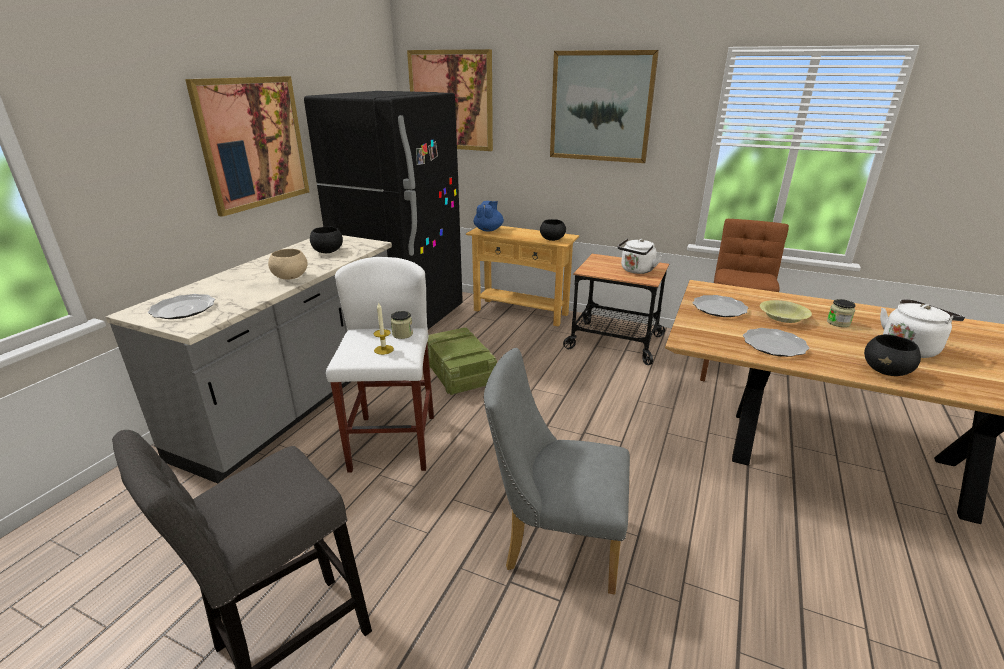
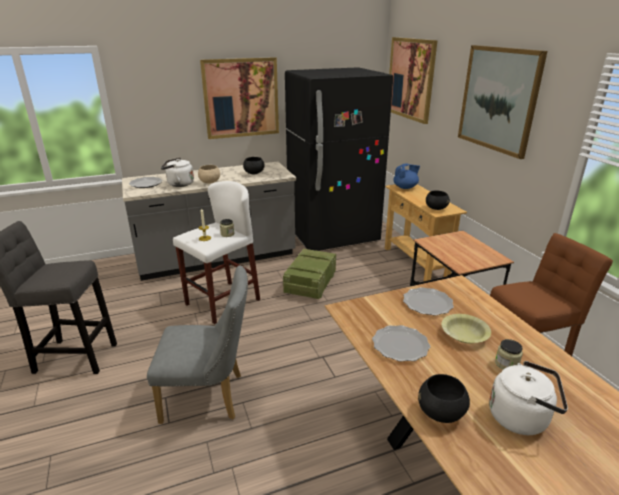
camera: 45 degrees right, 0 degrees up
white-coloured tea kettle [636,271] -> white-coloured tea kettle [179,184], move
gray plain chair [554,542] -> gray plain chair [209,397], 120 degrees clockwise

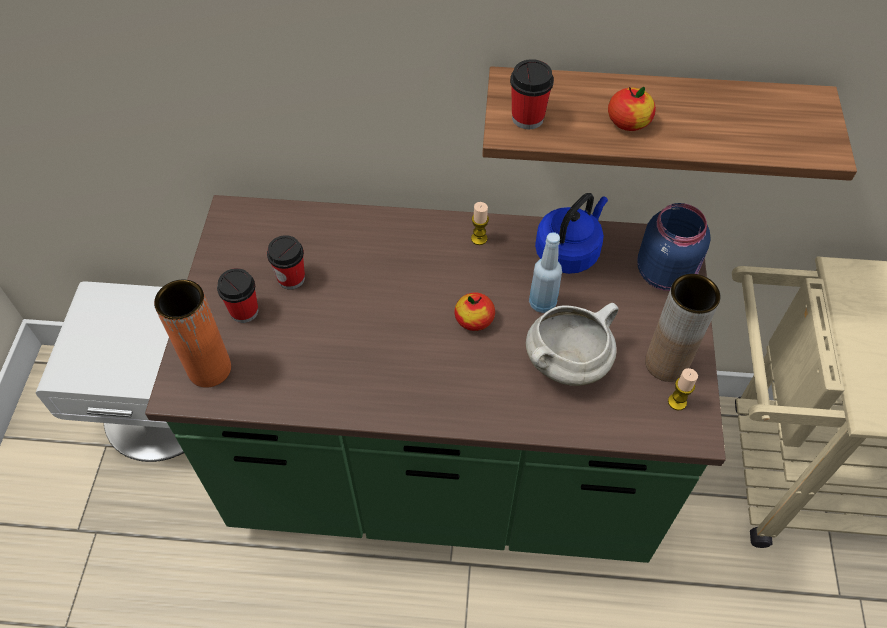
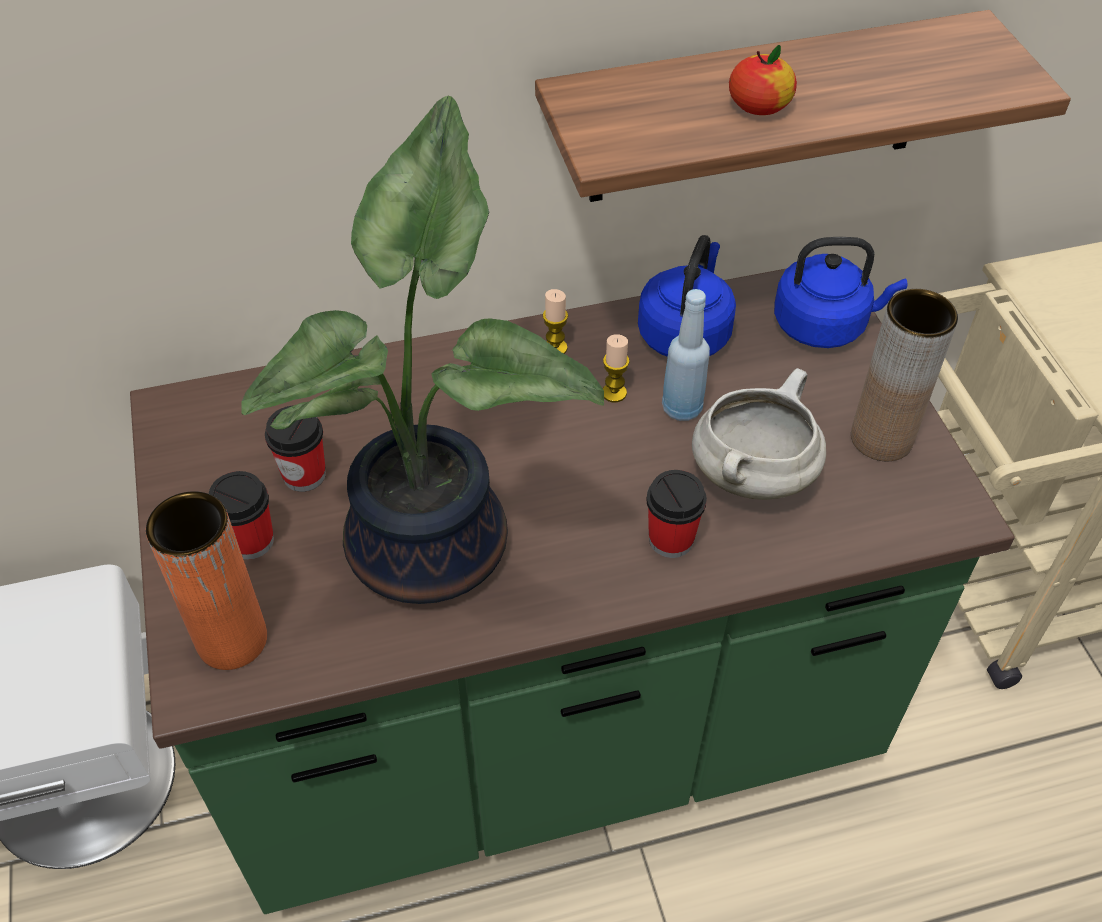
camera: 20 degrees left, 5 degrees down
apple fruit [474,320] -> none
none -> plant in a pot [437,541]
cup [527,118] -> cup [671,539], move
wax light [677,402] -> wax light [614,393], move
bluish preserve jar [666,272] -> bluish tea kettle [824,325]

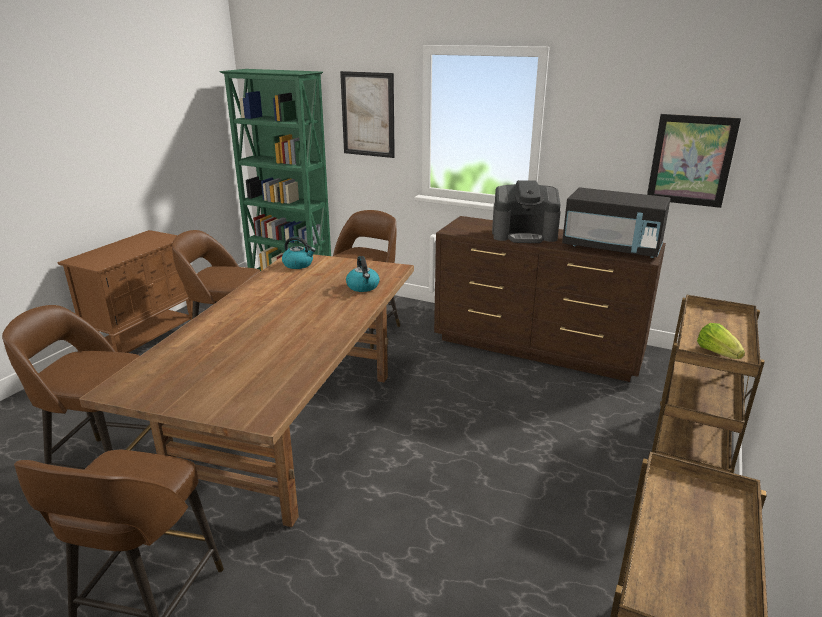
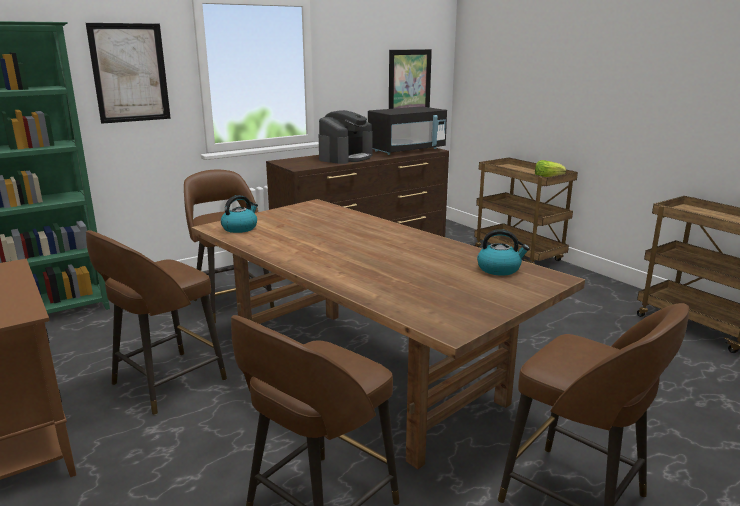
camera: 60 degrees left, 5 degrees down
tea kettle [363,287] -> tea kettle [499,269], move

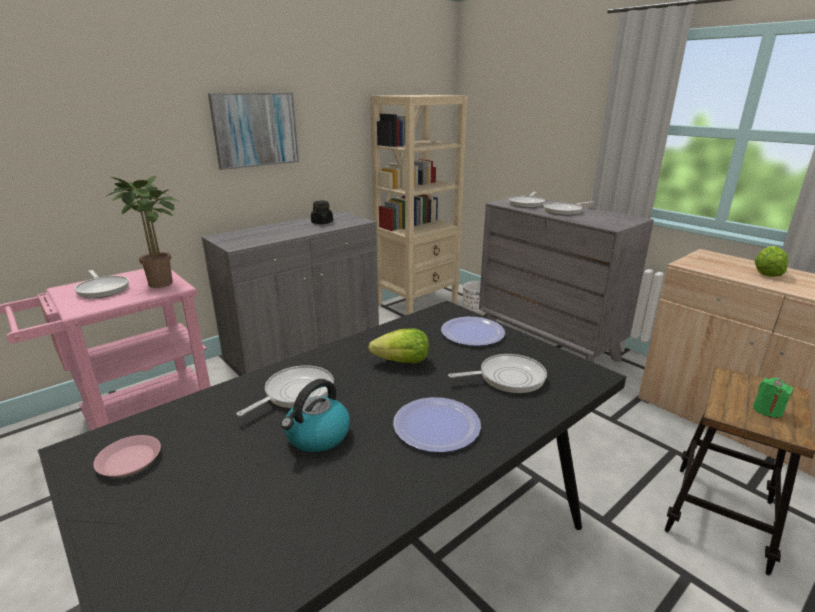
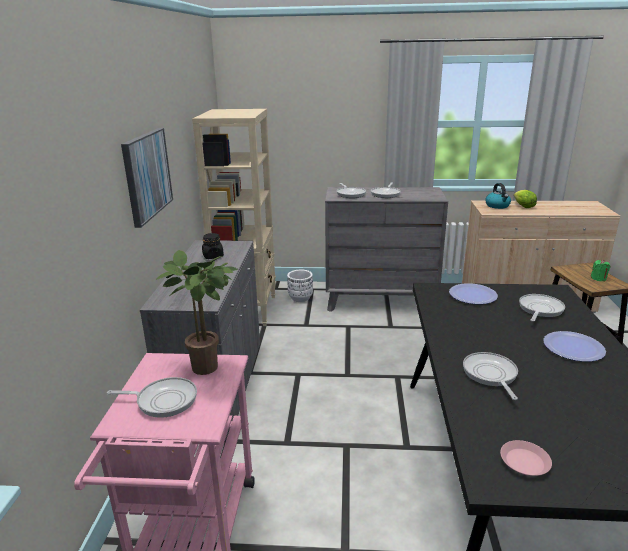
camera: 45 degrees left, 0 degrees up
lettuce [402,362] -> none
tea kettle [317,436] -> tea kettle [497,206], move

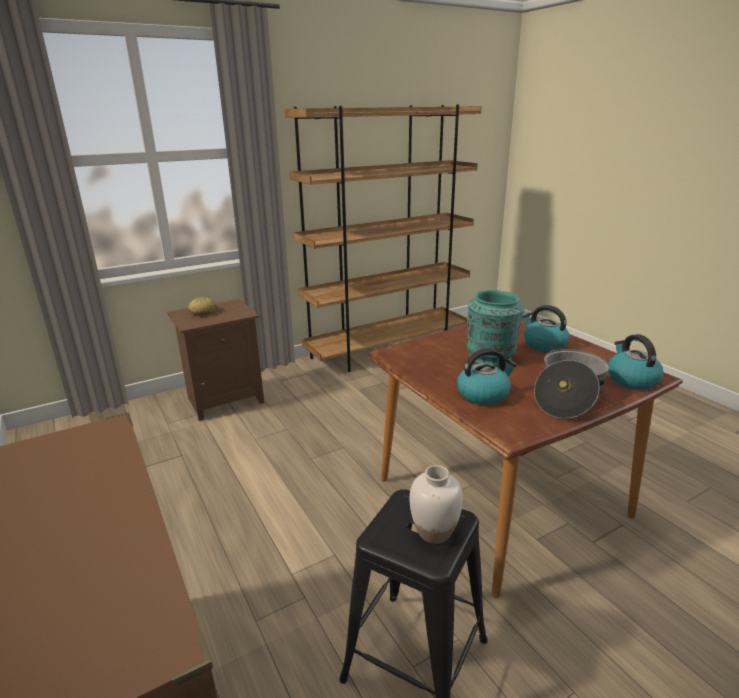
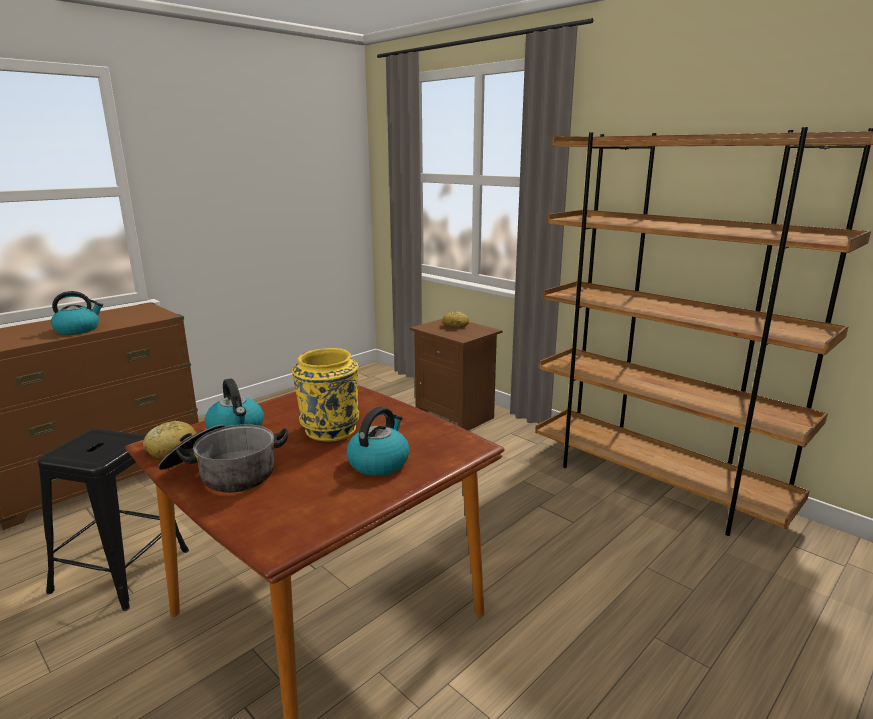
camera: 75 degrees right, 5 degrees down
white-coloured flower vase [434,532] -> none
none -> bakery bread [171,449]
tea kettle [631,379] -> tea kettle [78,329], move
blue-green flower vase [491,358] -> yellowish flower vase [330,431]

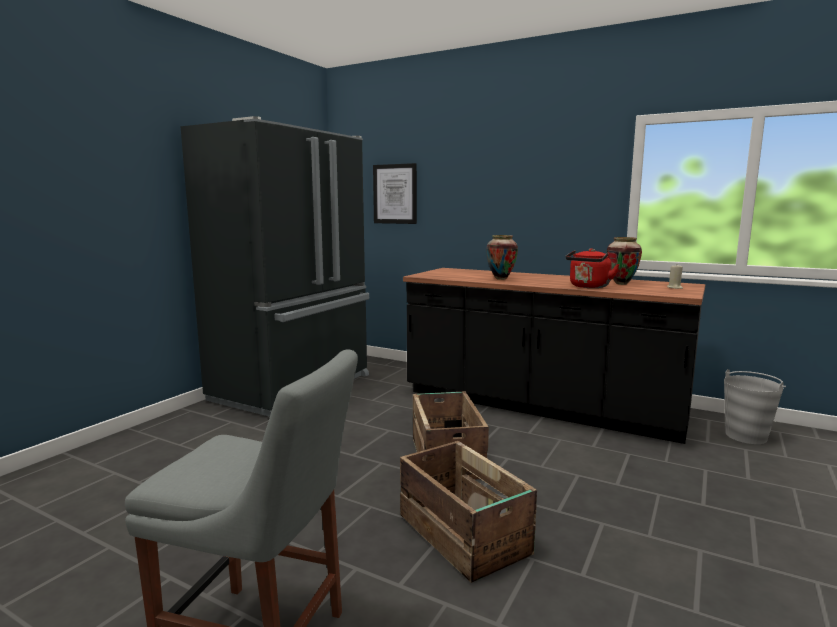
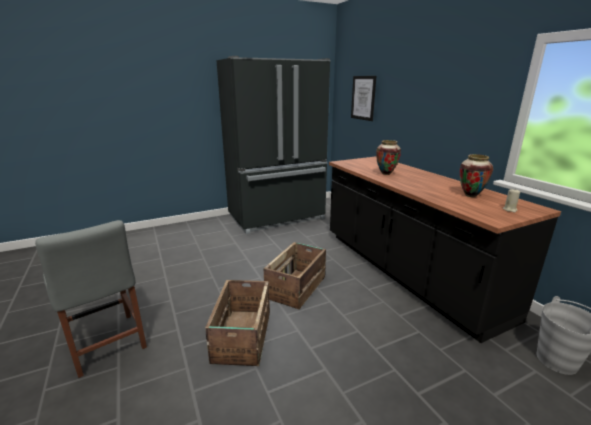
camera: 35 degrees right, 10 degrees up
red-coloured tea kettle [588,287] -> none

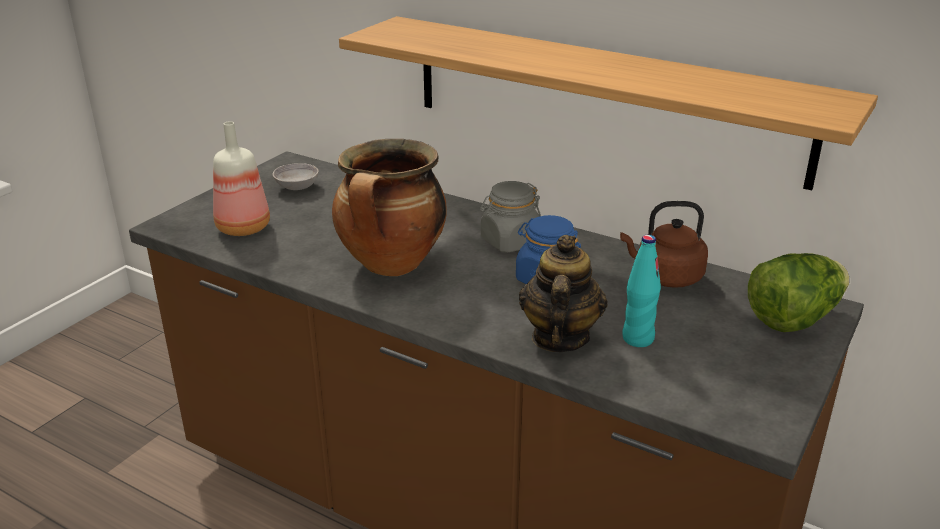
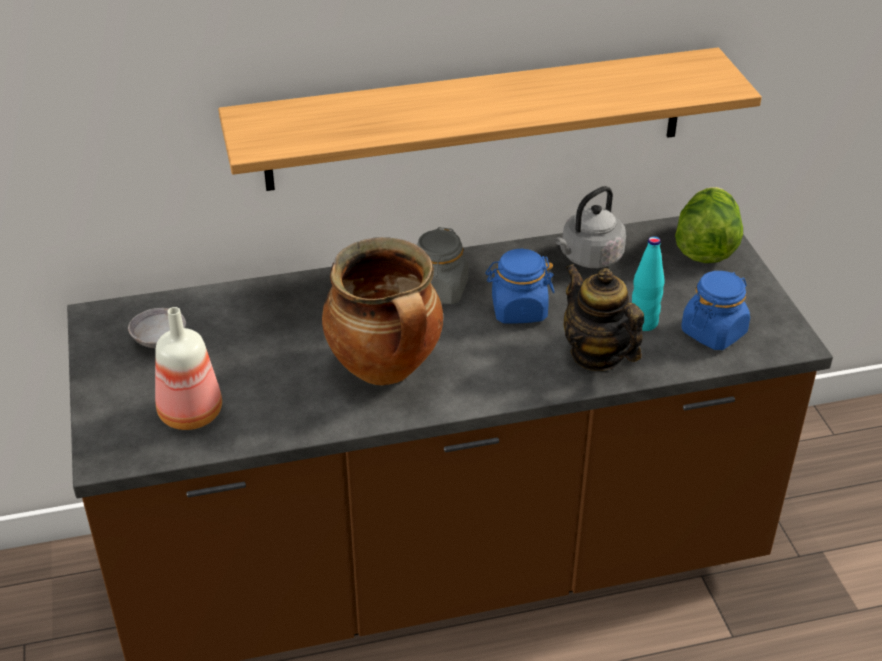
camera: 45 degrees left, 10 degrees up
none -> bluish preserve jar [713,332]
brown-coloured tea kettle [665,277] -> gray tea kettle [589,258]

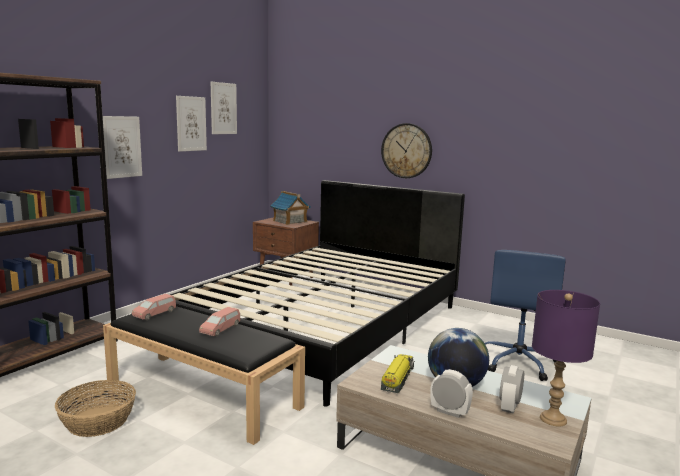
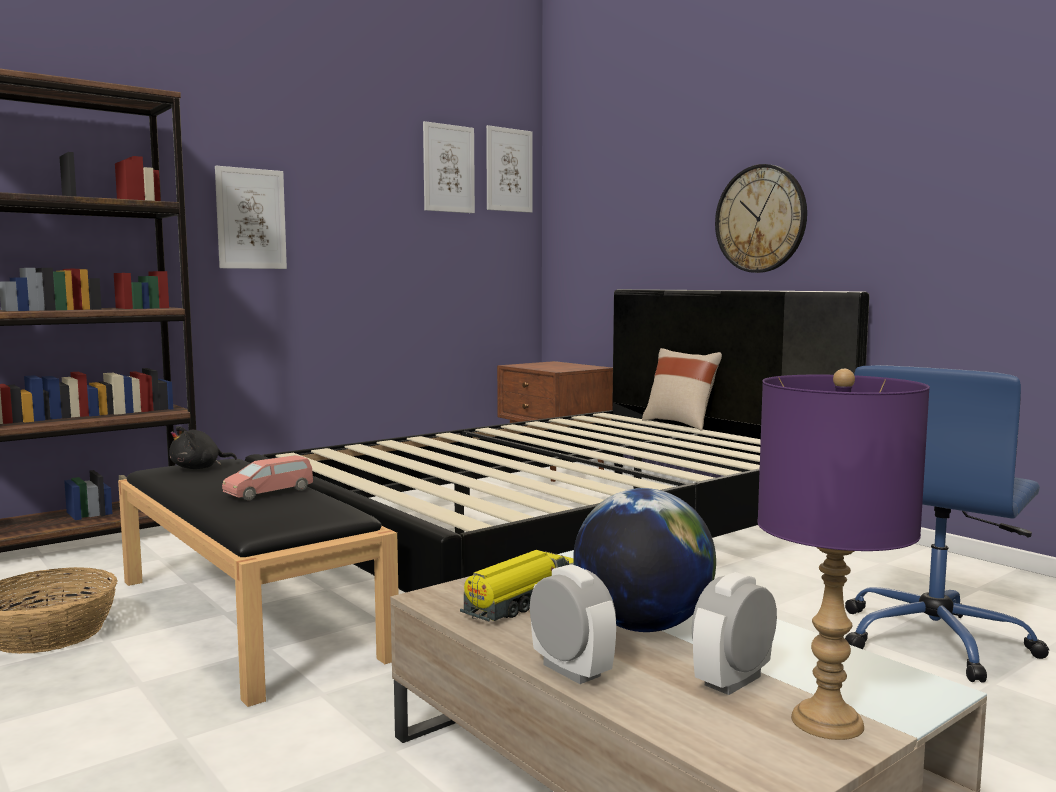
camera: 20 degrees right, 5 degrees down
toy house [290,221] -> none
none -> beige-coloured cushion [681,423]
wall picture [191,123] -> wall picture [509,170], move
pinkish model car [155,314] -> blackish plush toy [199,468]

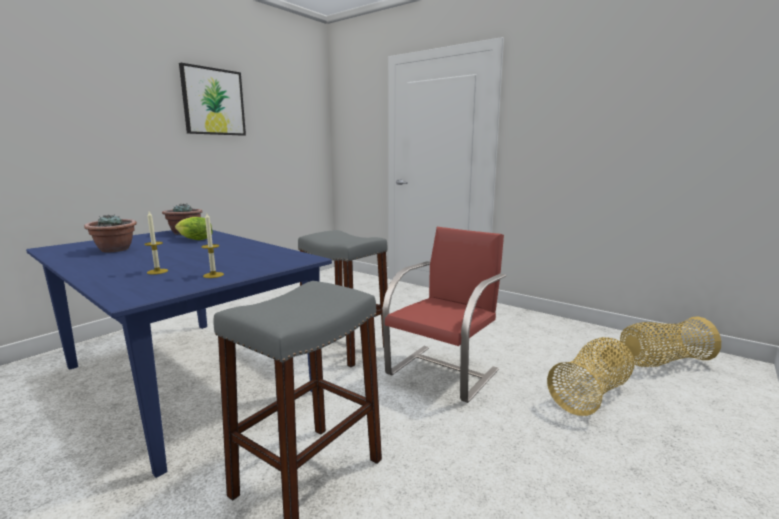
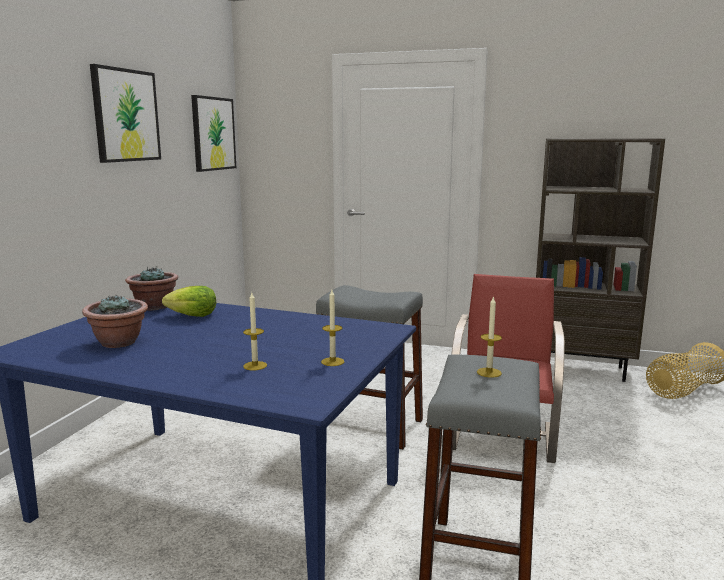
camera: 20 degrees left, 0 degrees up
basket [591,394] -> none
none -> wall picture [213,134]
none -> wax light [489,372]
none -> brown-coloured bookcase [581,369]

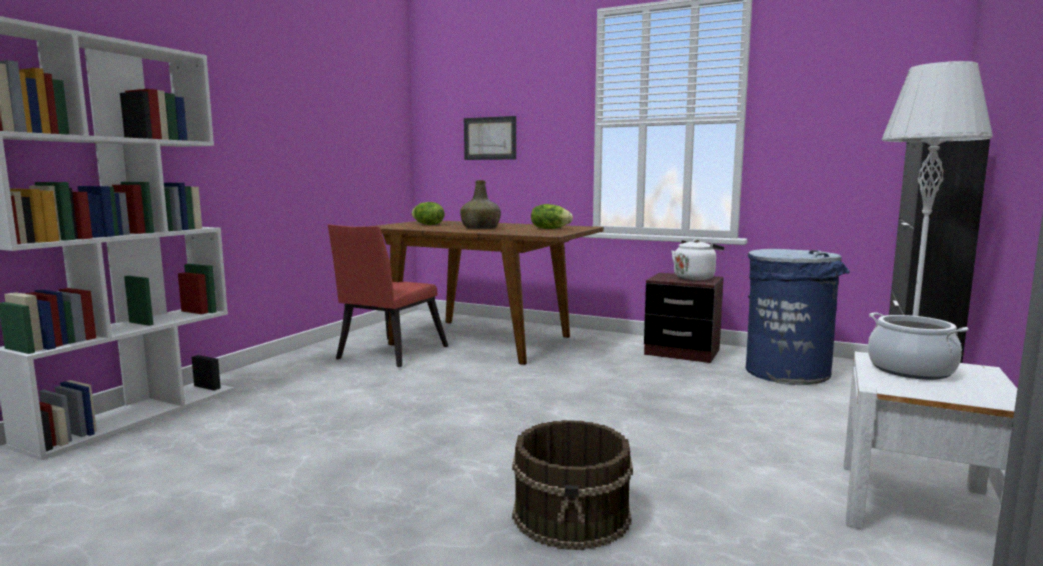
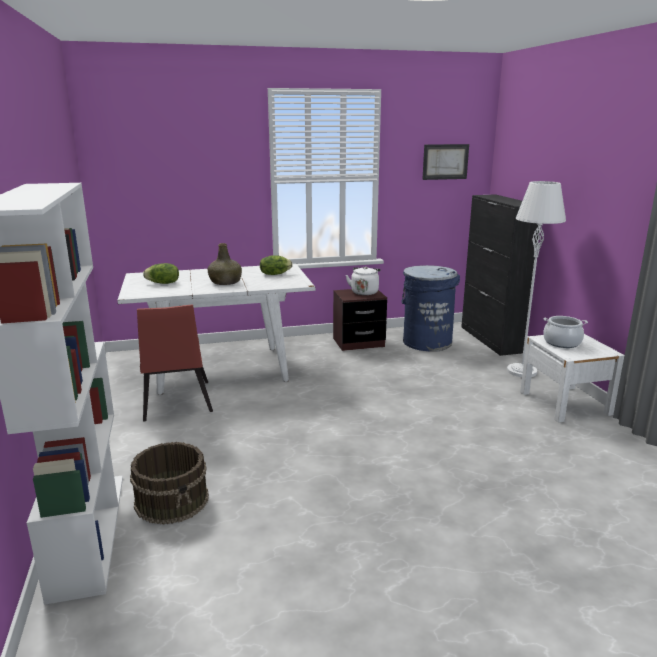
camera: 40 degrees left, 10 degrees up
wall picture [490,138] -> wall picture [445,161], move
brown-coloured water bucket [572,514] -> brown-coloured water bucket [172,500], move
brown-coloured dining table [482,340] -> white-coloured dining table [222,369]

